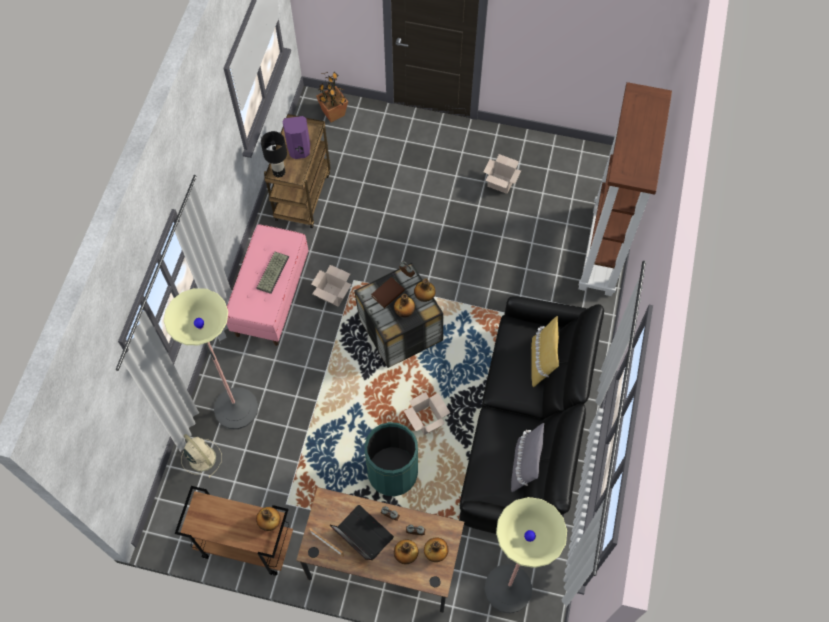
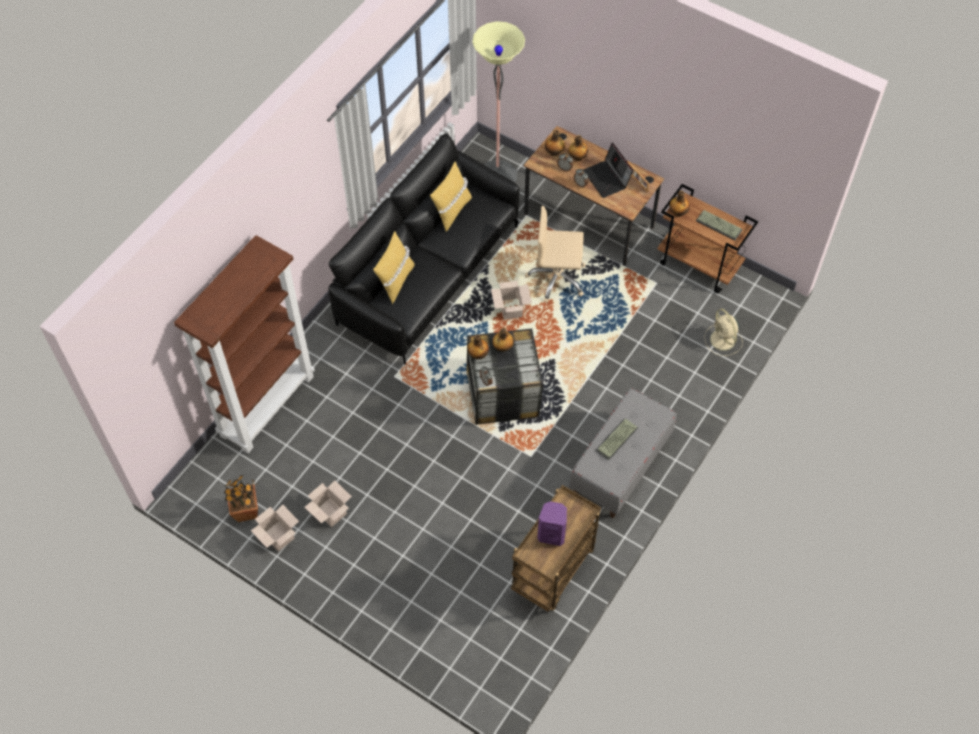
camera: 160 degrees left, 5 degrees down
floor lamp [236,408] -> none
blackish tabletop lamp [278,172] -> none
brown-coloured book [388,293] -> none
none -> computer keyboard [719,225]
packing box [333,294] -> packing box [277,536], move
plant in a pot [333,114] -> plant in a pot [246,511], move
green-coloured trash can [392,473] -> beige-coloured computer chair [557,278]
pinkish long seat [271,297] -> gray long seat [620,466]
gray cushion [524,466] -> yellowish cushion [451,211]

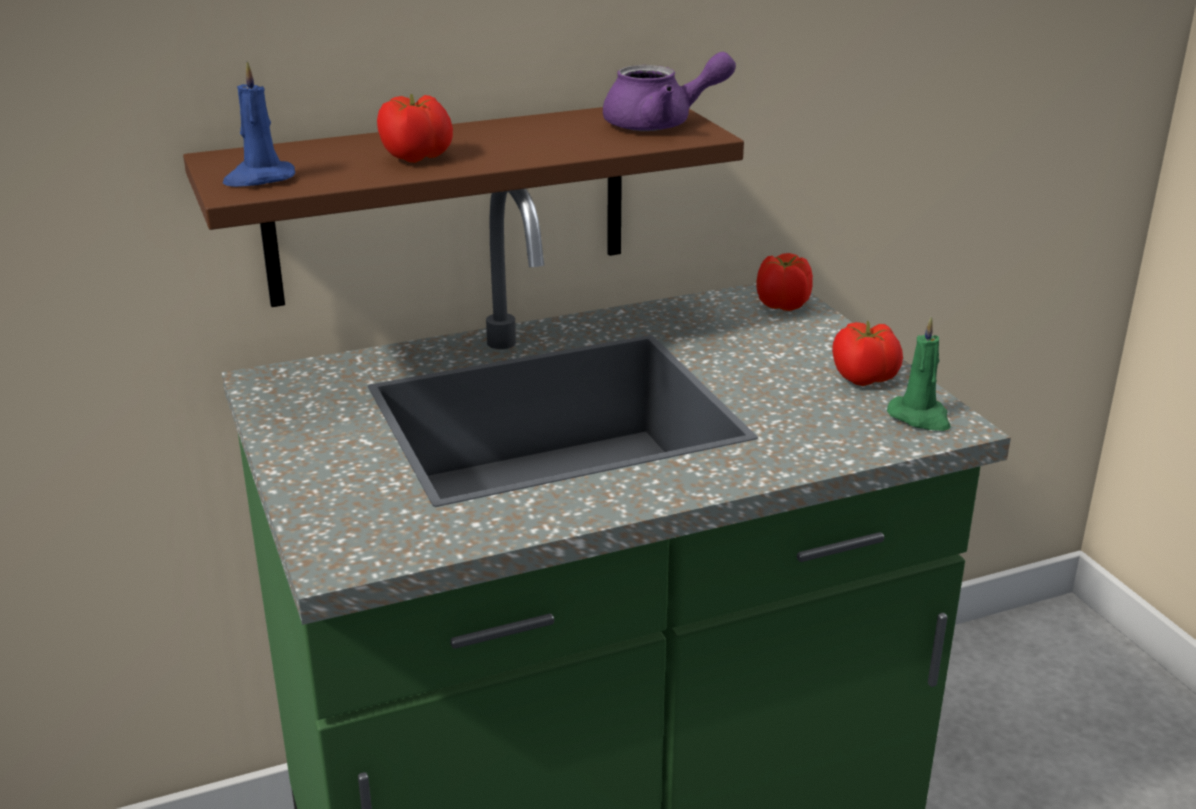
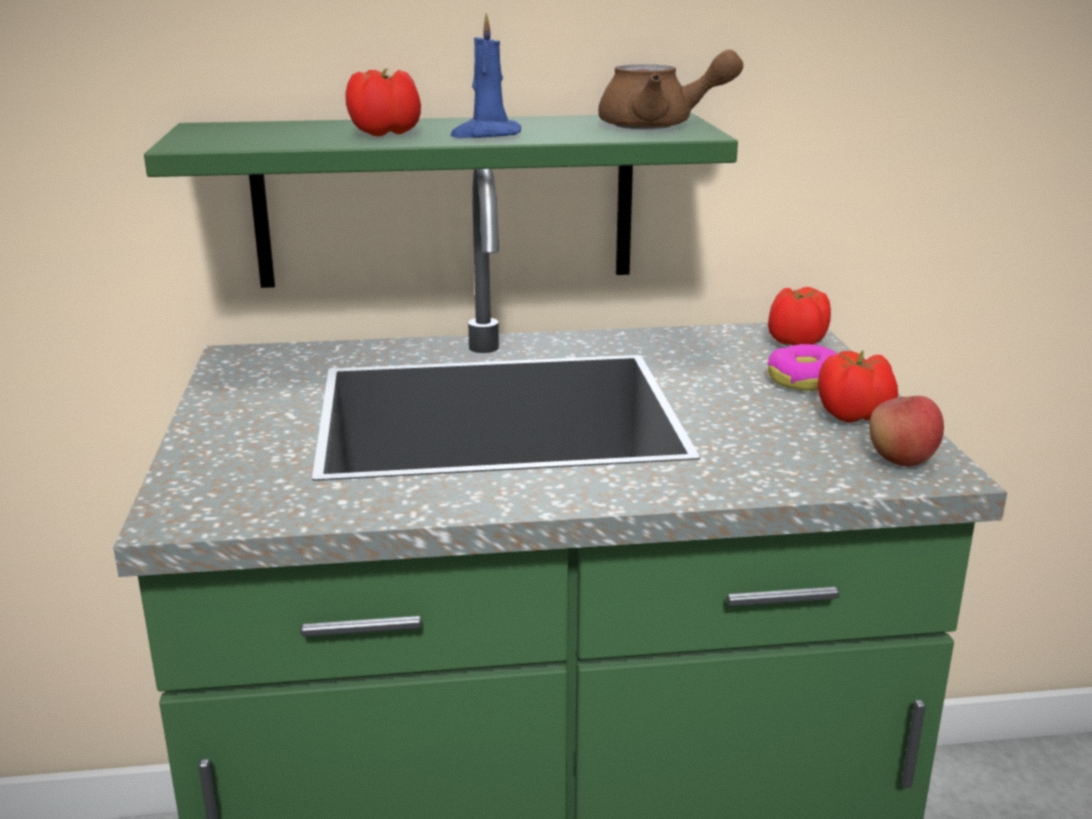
camera: 15 degrees right, 5 degrees down
none -> ring doughnut [803,380]
bluish wax light [258,179] -> bluish wax light [485,135], move
green-coloured wax light [920,417] -> apple fruit [902,460]
brown-coloured bracket shelf [448,203] -> green-coloured bracket shelf [445,200]
purple pot for tea [661,124] -> brown-coloured pot for tea [659,126]

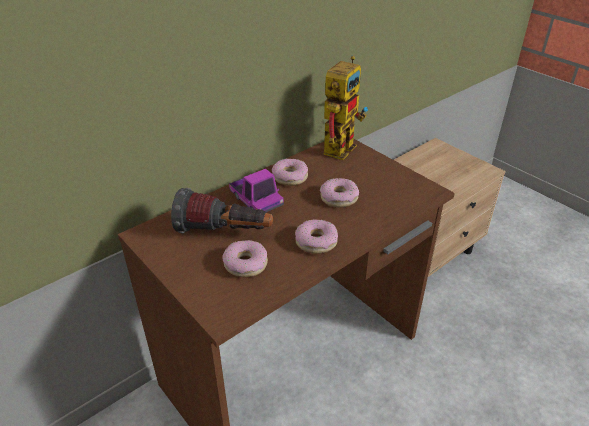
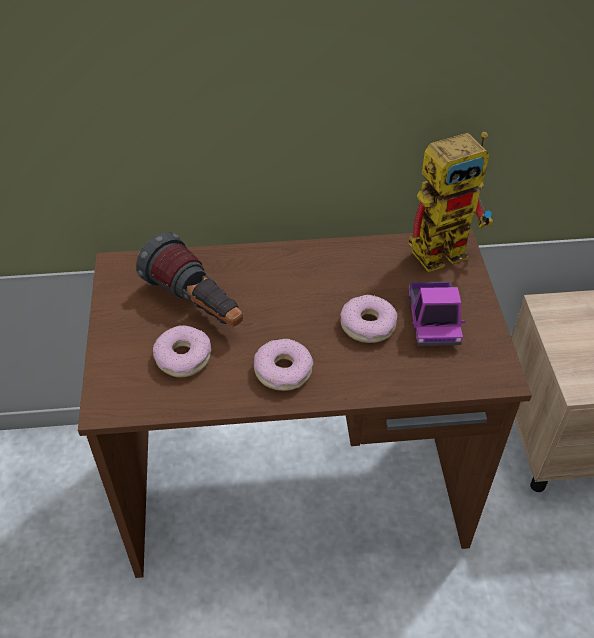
camera: 35 degrees right, 10 degrees up
ring doughnut [290,177] -> none
toy lorry [256,200] -> toy lorry [432,320], move

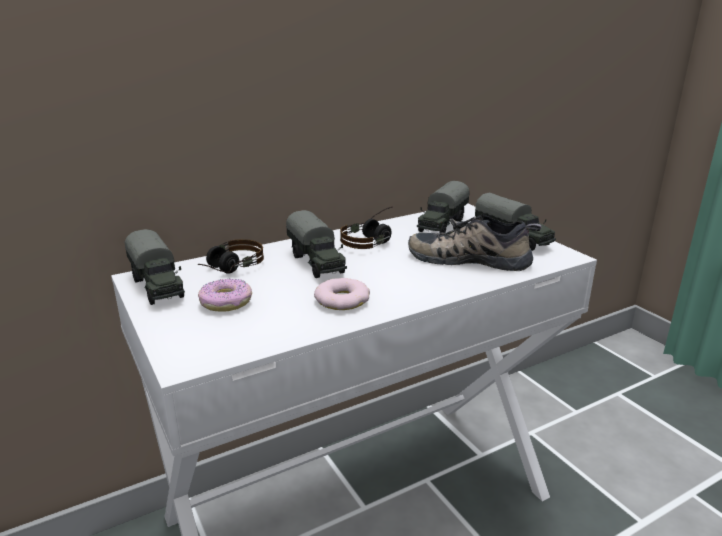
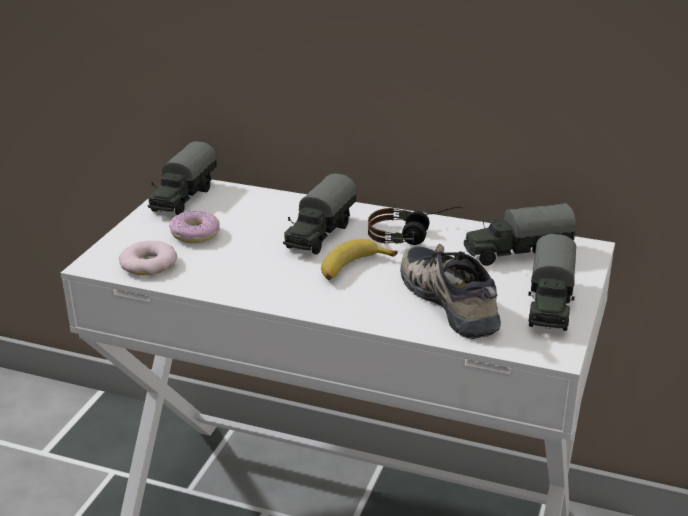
camera: 50 degrees right, 5 degrees up
headset [227,270] -> none
none -> banana [353,268]
ring doughnut [342,300] -> ring doughnut [149,264], move

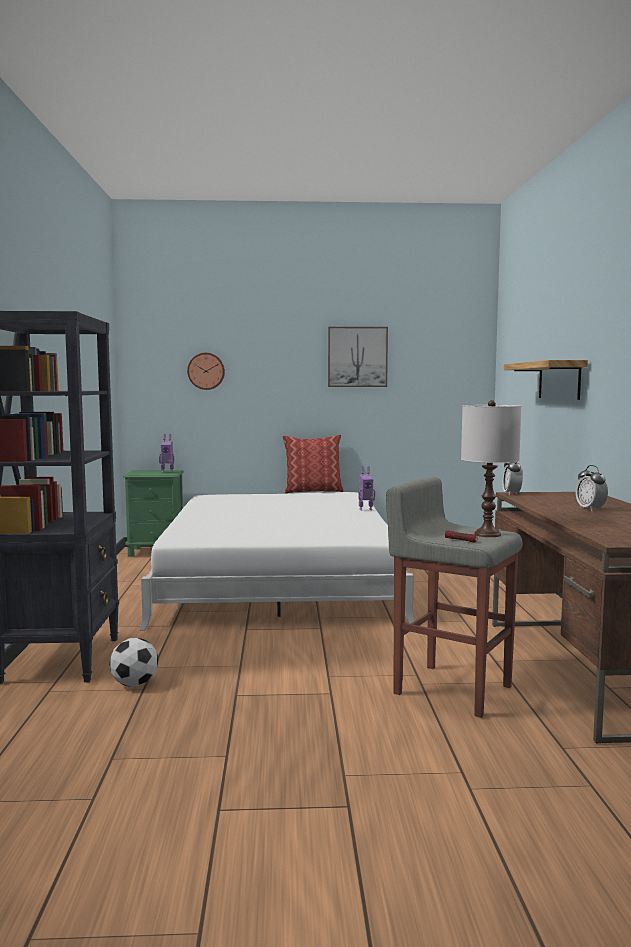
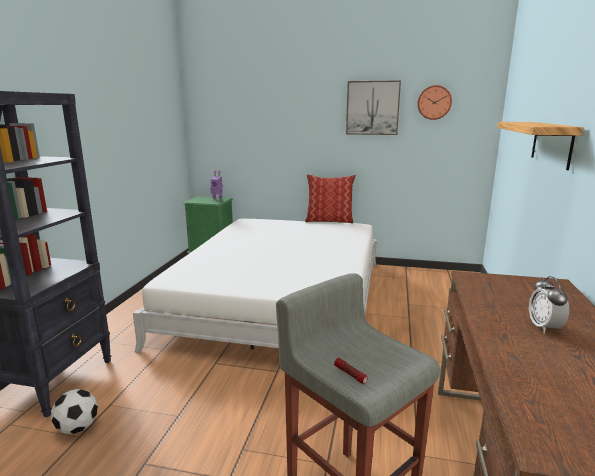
camera: 15 degrees right, 10 degrees up
model robot [365,509] -> none
white-coloured tabletop lamp [488,534] -> none
bedside clock [511,494] -> none
hanging clock [206,371] -> hanging clock [434,102], move

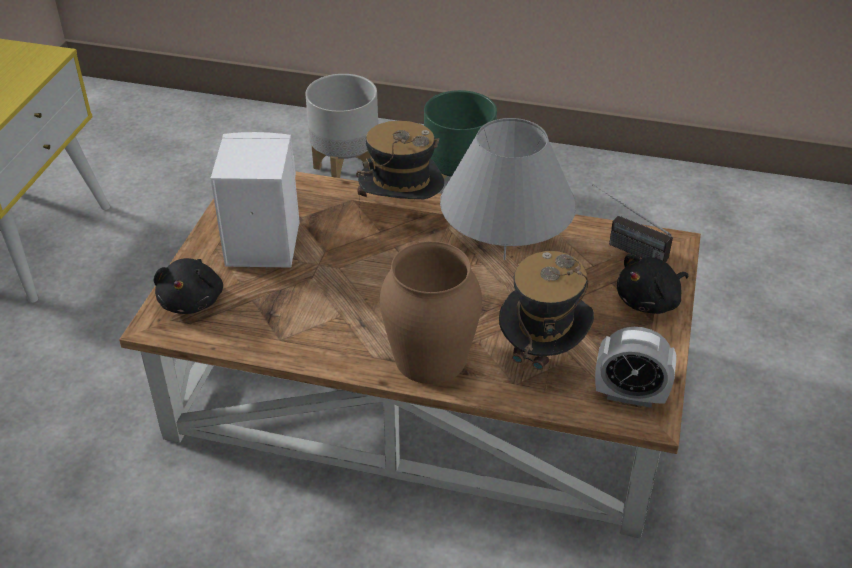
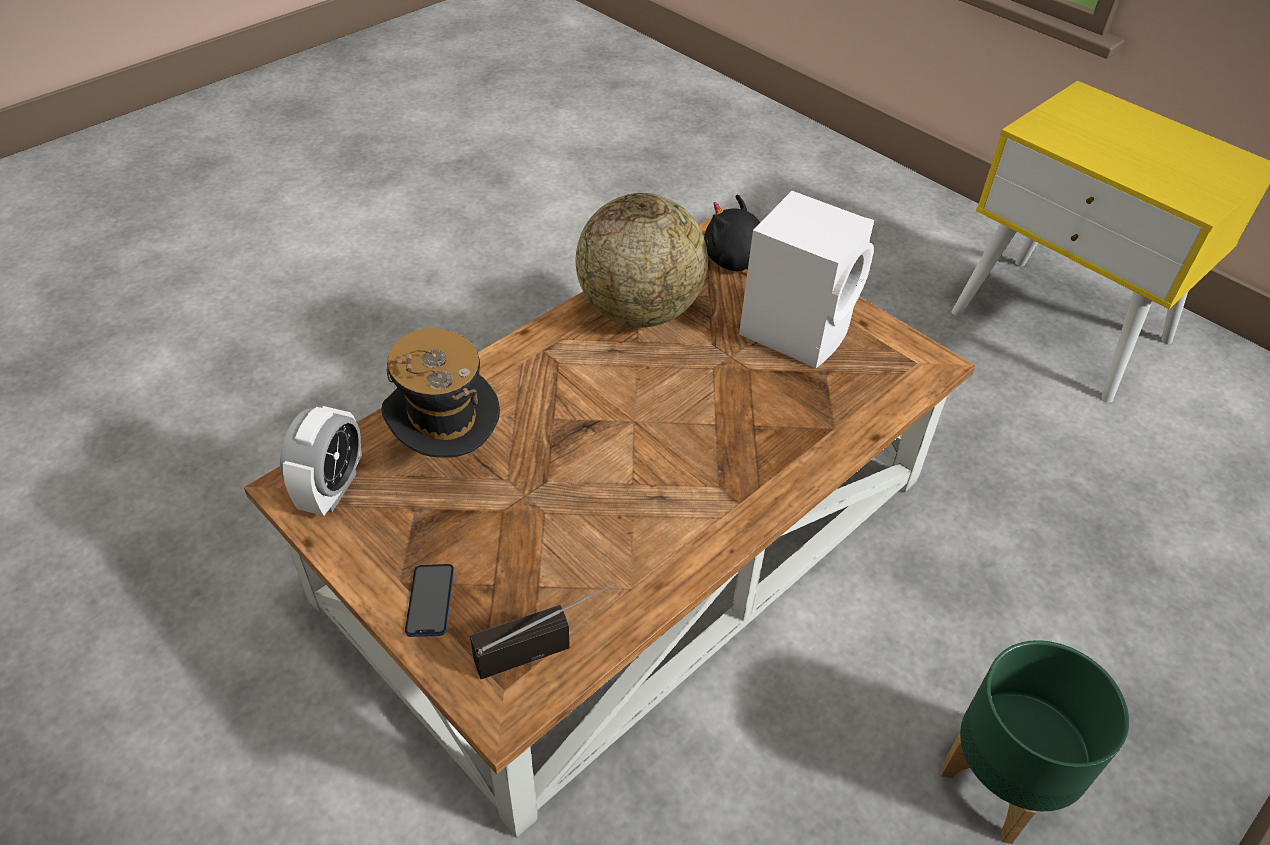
camera: 120 degrees right, 5 degrees up
gray planter [346,172] -> none
clothing hat [401,214] -> none
brown-coloured flower vase [430,358] -> none
gray tabletop lamp [504,259] -> none
none -> world globe [639,311]
blackish plush toy [650,301] -> phone [430,601]
bedside clock [630,395] -> bedside clock [332,489], 150 degrees clockwise

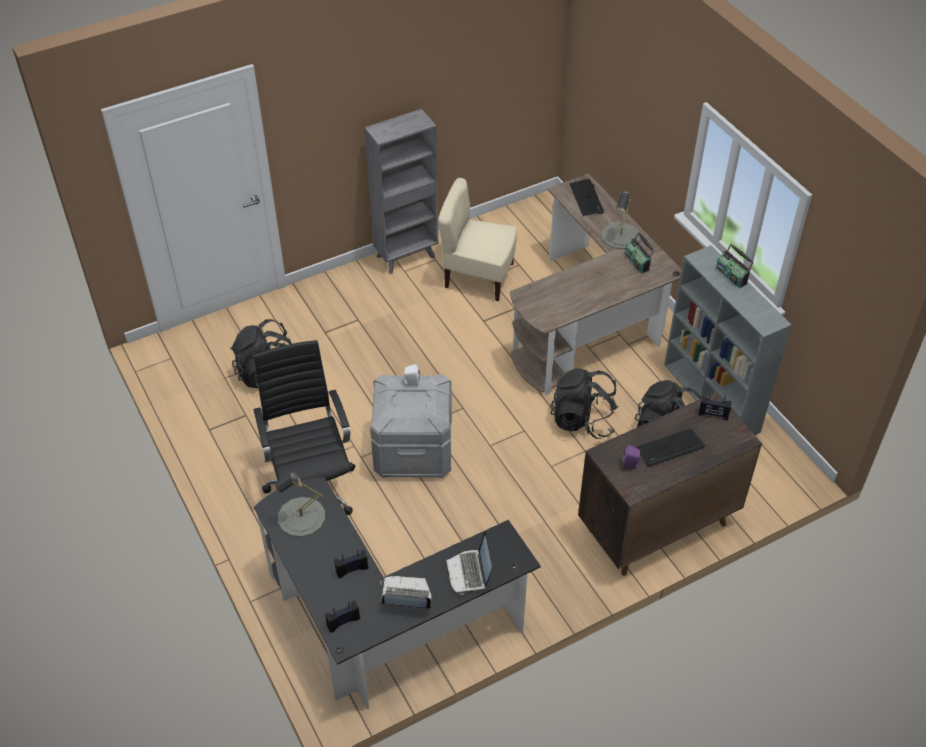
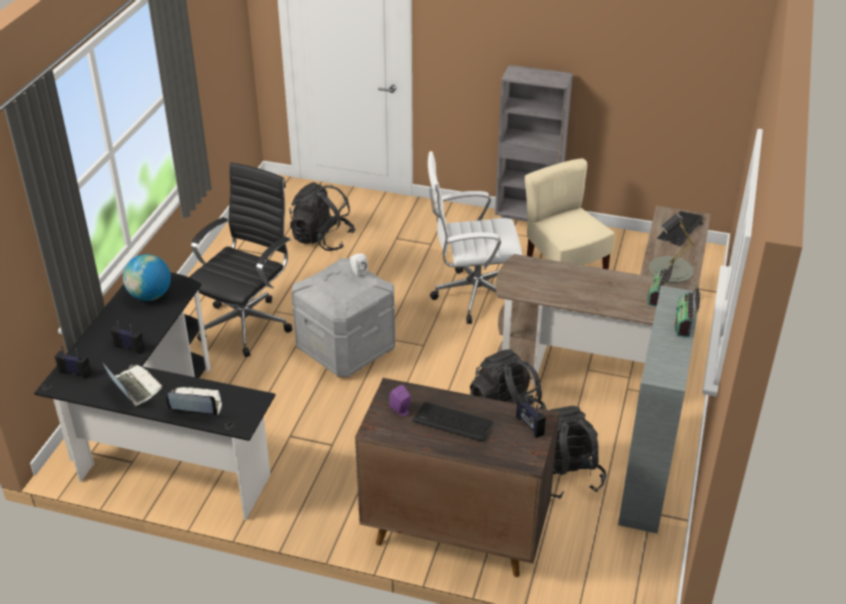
camera: 45 degrees right, 10 degrees down
none -> white-coloured computer chair [471,296]
gray tabletop lamp [301,517] -> world globe [150,296]
notebook computer [469,572] -> notebook computer [196,405], 60 degrees clockwise

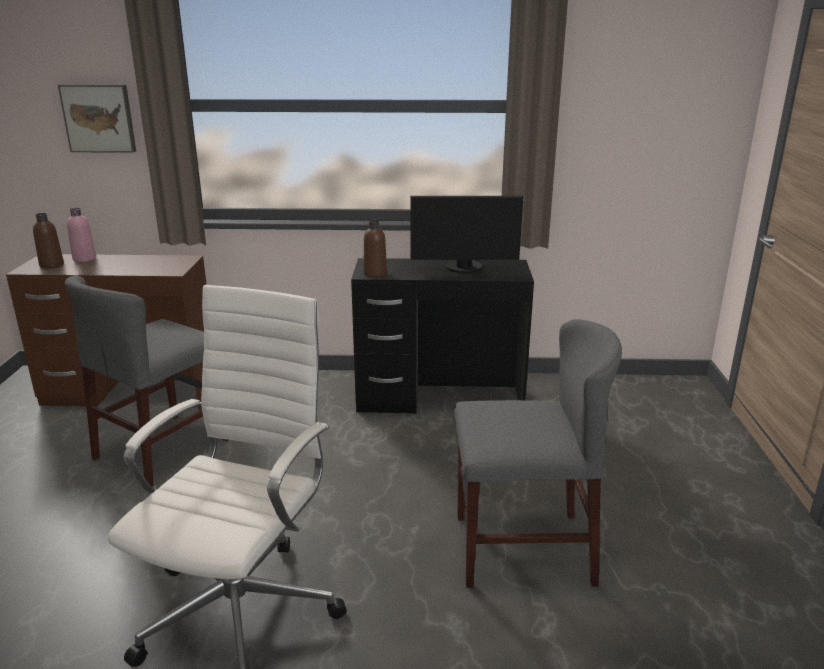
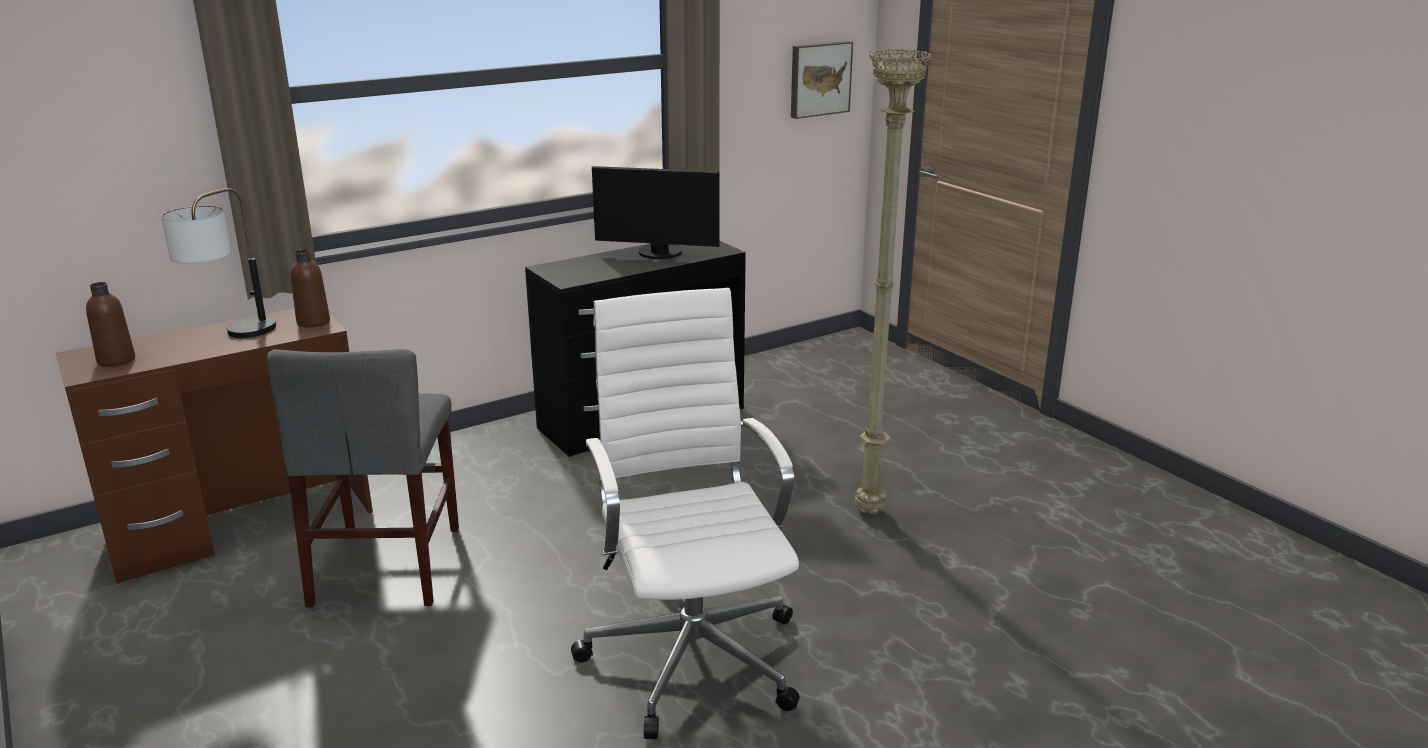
camera: 35 degrees left, 0 degrees up
pinkish beverage bottle [84,259] -> none
none -> tabletop lamp [232,337]
wall picture [99,118] -> wall picture [819,79], move
brown-coloured beverage bottle [375,274] -> brown-coloured beverage bottle [313,322], move
gray plain chair [522,549] -> beige-coloured floor lamp [870,513]
computer display [464,268] -> computer display [659,254], 45 degrees clockwise

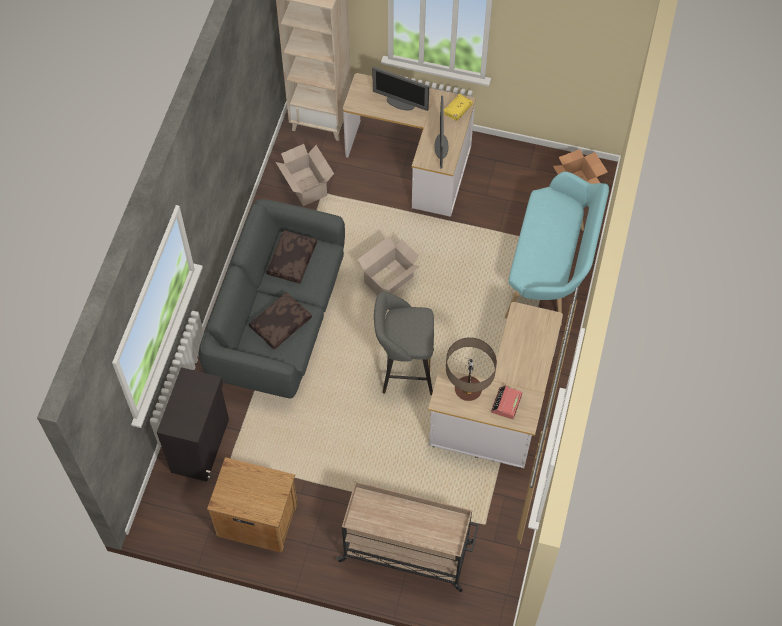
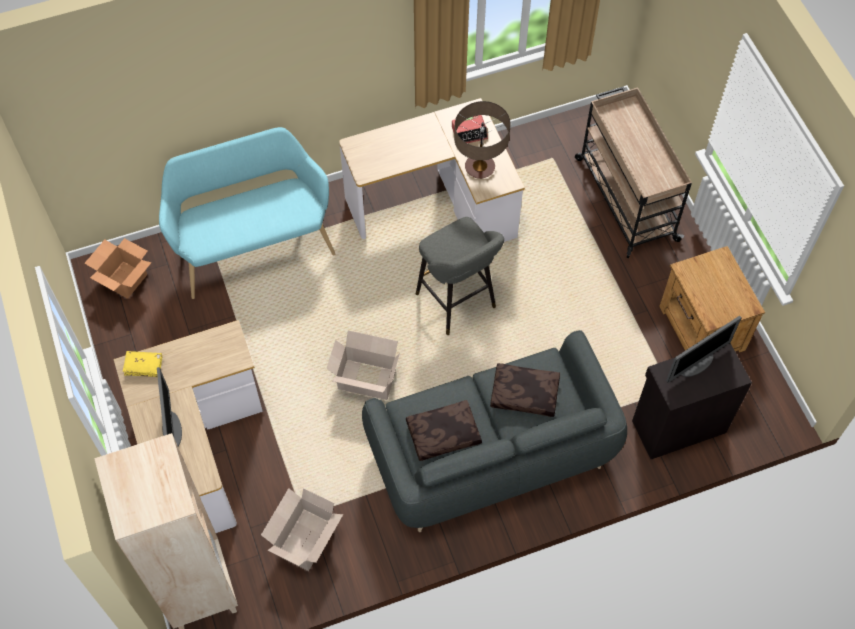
camera: 125 degrees left, 0 degrees up
computer display [441,146] -> computer display [696,364], move

